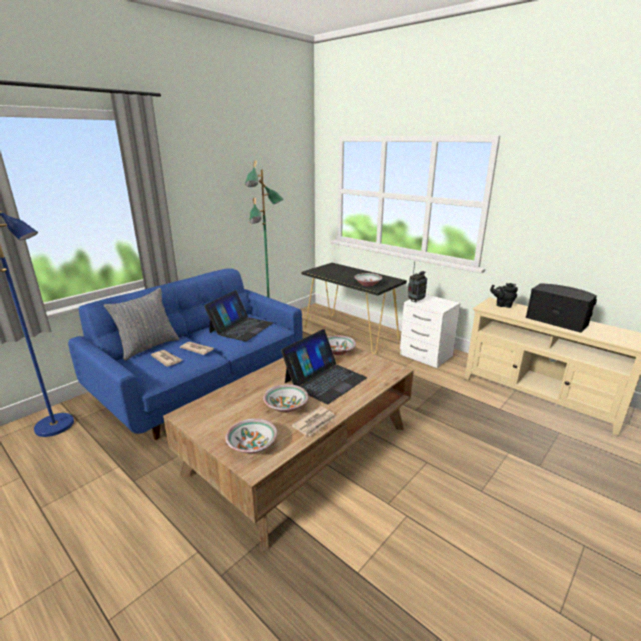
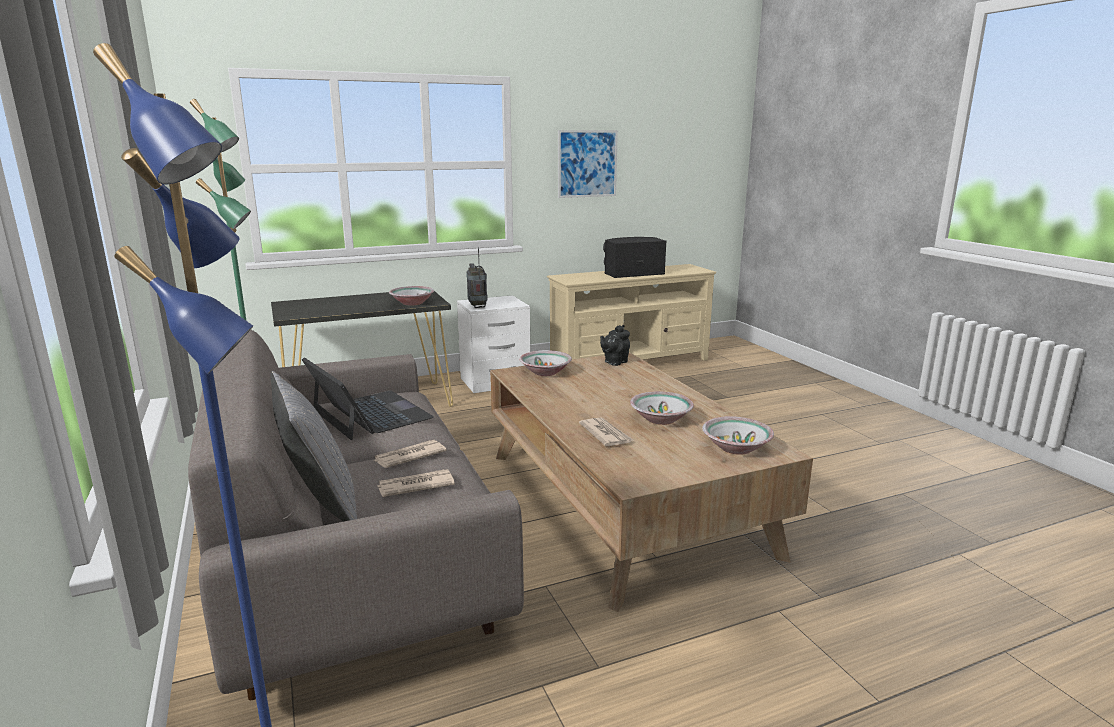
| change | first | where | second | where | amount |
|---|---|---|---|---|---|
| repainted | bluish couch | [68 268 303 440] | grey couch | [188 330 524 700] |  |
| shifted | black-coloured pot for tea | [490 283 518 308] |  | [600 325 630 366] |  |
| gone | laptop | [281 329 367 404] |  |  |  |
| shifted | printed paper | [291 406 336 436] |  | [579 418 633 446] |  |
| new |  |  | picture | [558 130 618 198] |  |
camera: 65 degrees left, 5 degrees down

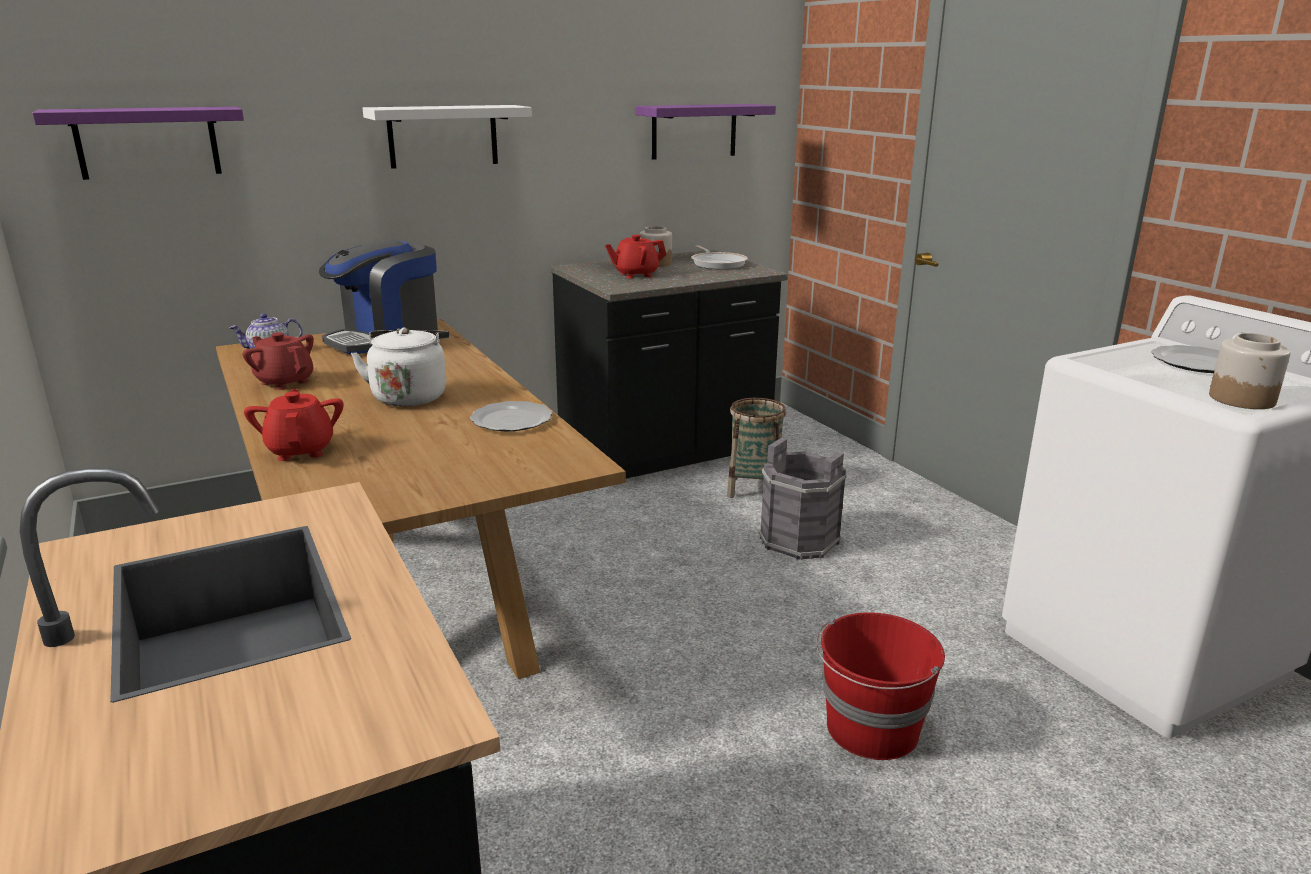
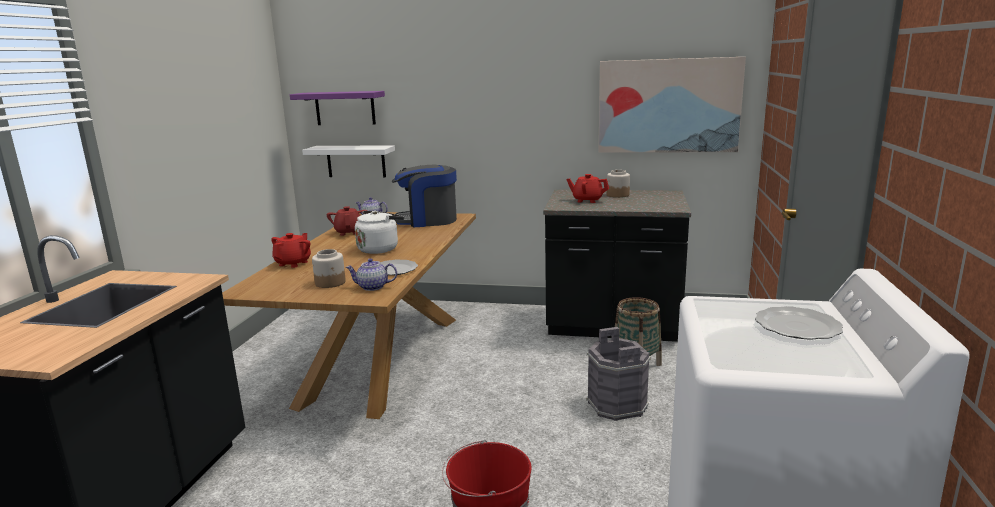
| change | first | where | second | where | amount |
|---|---|---|---|---|---|
| swapped | purple shelf | [635 104 776 160] | picture | [598 57 746 153] |  |
| shifted | white-coloured shelf | [362 105 532 169] |  | [302 145 395 177] |  |
| gone | pan | [691 245 748 270] |  |  |  |
| shifted | storage jar | [1209 333 1291 409] |  | [312 249 346 288] |  |
| new |  |  | pot for tea | [346 258 397 291] |  |
camera: 40 degrees right, 5 degrees down

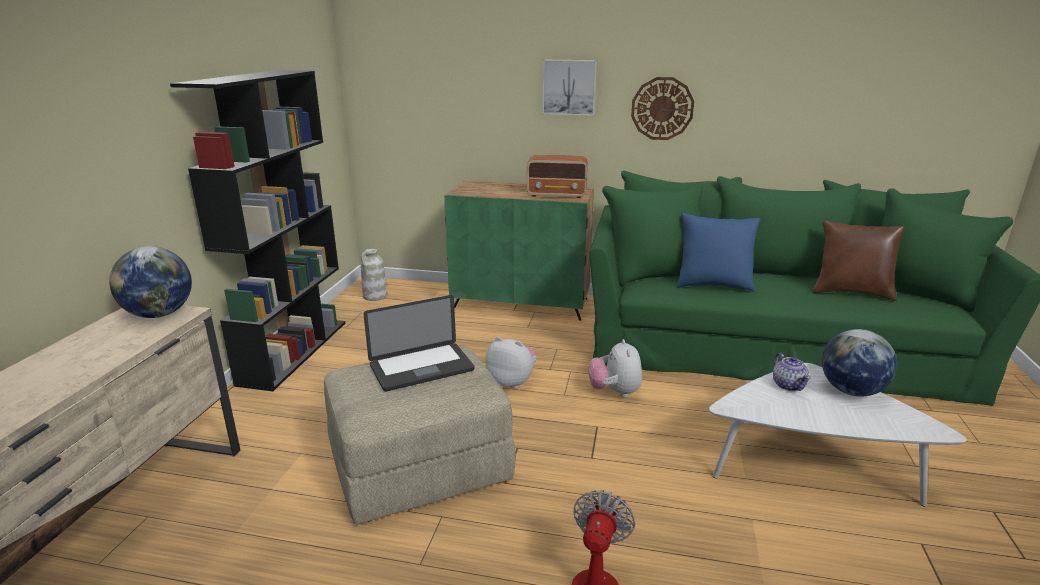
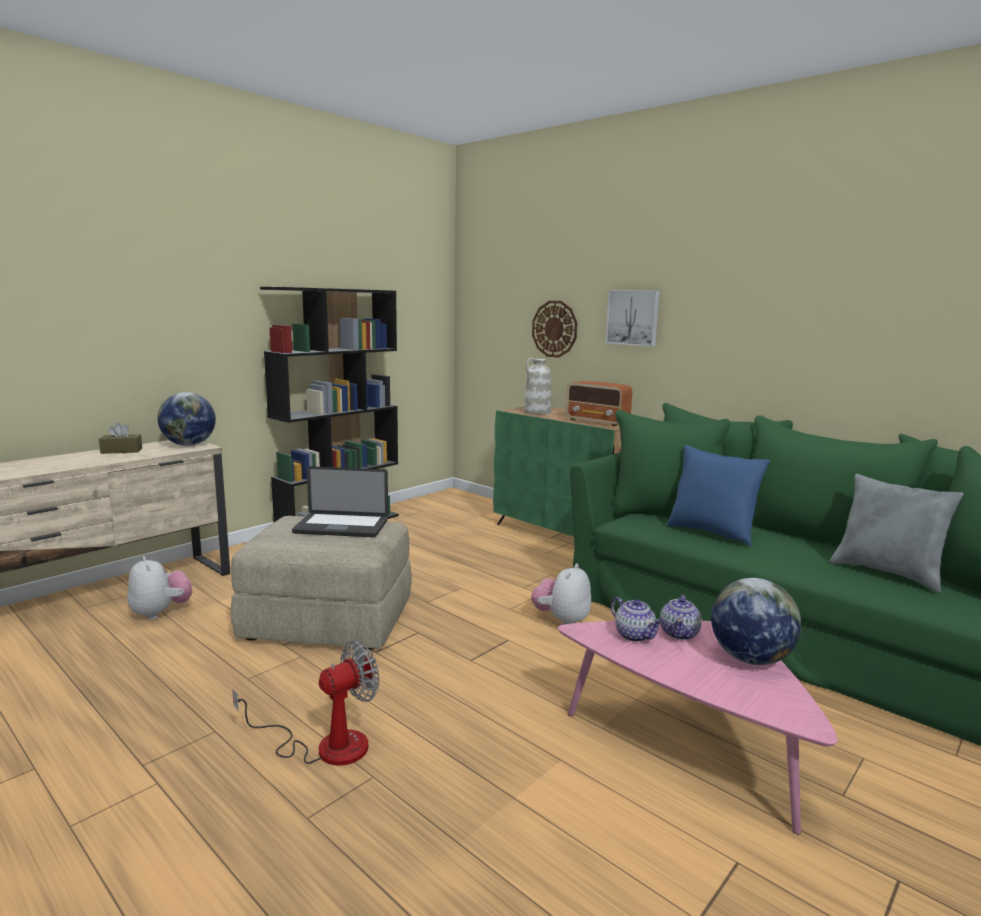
| change | first | where | second | where | amount |
|---|---|---|---|---|---|
| shifted | hanging clock | [631 77 694 140] |  | [532 301 577 358] |  |
| repainted | brownish cushion | [812 220 905 301] | grey cushion | [829 474 964 593] |  |
| shifted | white-coloured flower vase | [361 249 388 301] |  | [524 357 551 415] |  |
| shifted | plush toy | [485 337 537 389] |  | [127 556 192 620] |  |
| repainted | white-coloured low table | [709 363 967 506] | pink-coloured low table | [558 621 838 834] |  |
| new |  |  | brownish tissue box | [99 423 142 454] |  |
| new |  |  | pot for tea | [611 597 663 642] |  |
camera: 30 degrees right, 10 degrees down

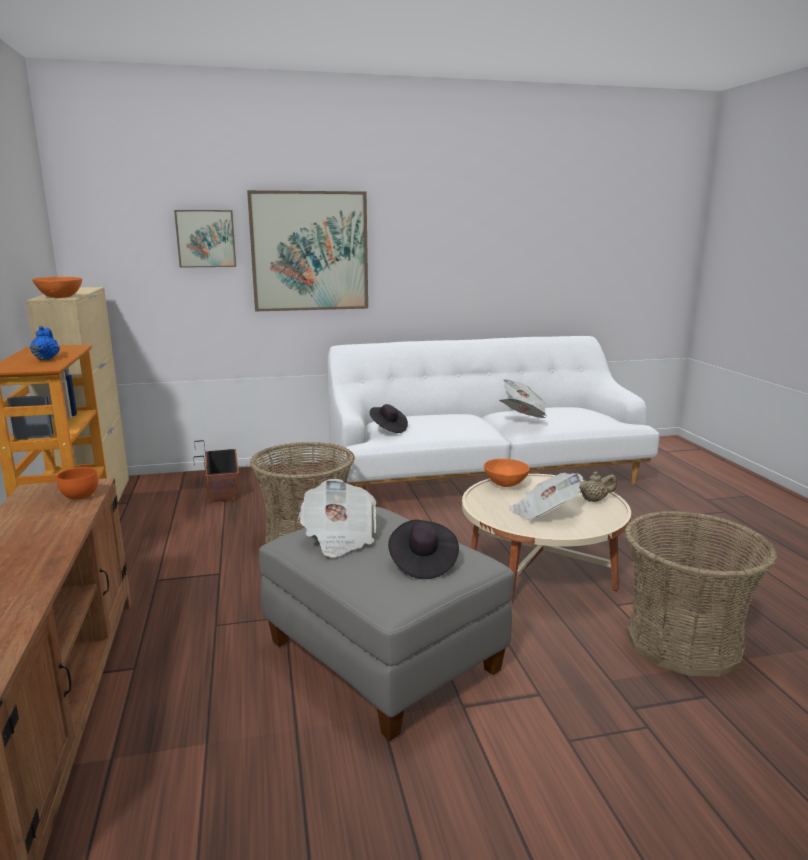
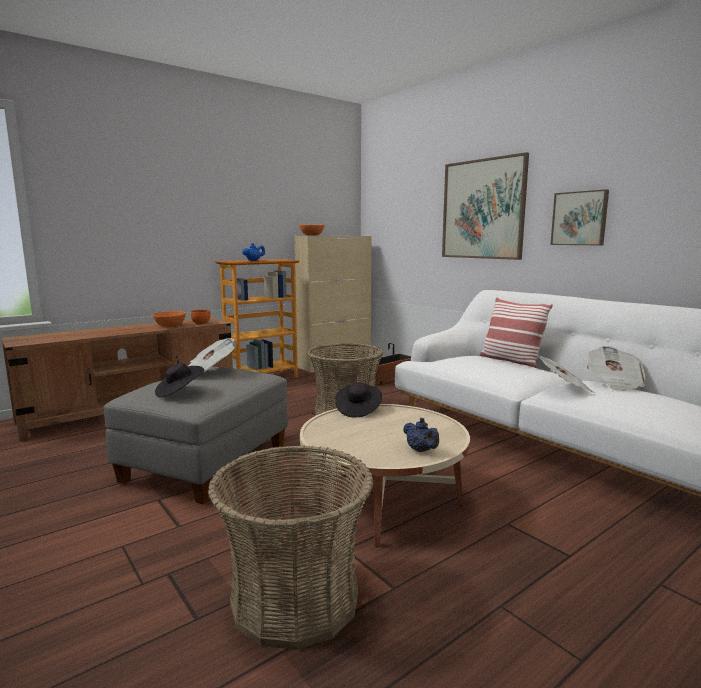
| change | first | where | second | where | amount |
|---|---|---|---|---|---|
| shifted | picture | [174 210 236 268] |  | [550 189 609 245] |  |
| shifted | black-coloured wearable hat | [370 404 408 433] |  | [335 382 382 418] |  |
| shifted | orangey bowl | [484 459 530 487] |  | [153 311 186 327] |  |
| repainted | sand-coloured pot for tea | [579 471 617 502] | bluish pot for tea | [403 418 439 452] |  |
| gone | printed paper | [509 473 584 520] |  |  |  |
| new |  |  | cushion | [480 297 553 368] |  |
camera: 65 degrees right, 5 degrees down

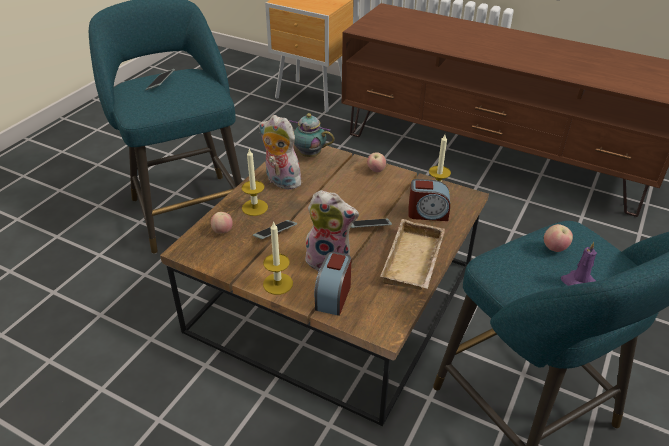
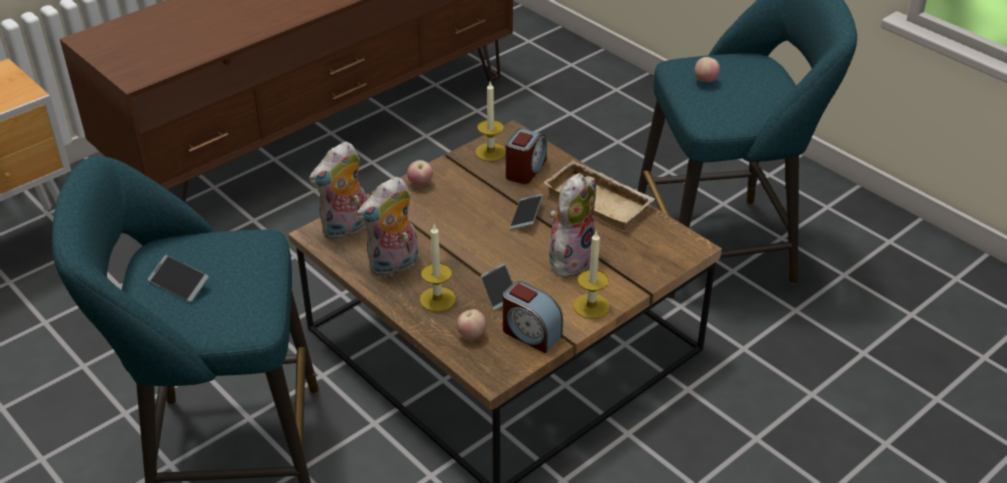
| change | first | where | second | where | amount |
|---|---|---|---|---|---|
| swapped | pot for tea | [288 113 335 157] | plush toy | [309 141 367 240] |  |
| gone | purple wax candle | [561 242 597 286] |  |  |  |
| shifted | bedside clock | [314 252 351 316] |  | [503 281 563 353] |  |
camera: 70 degrees left, 0 degrees up

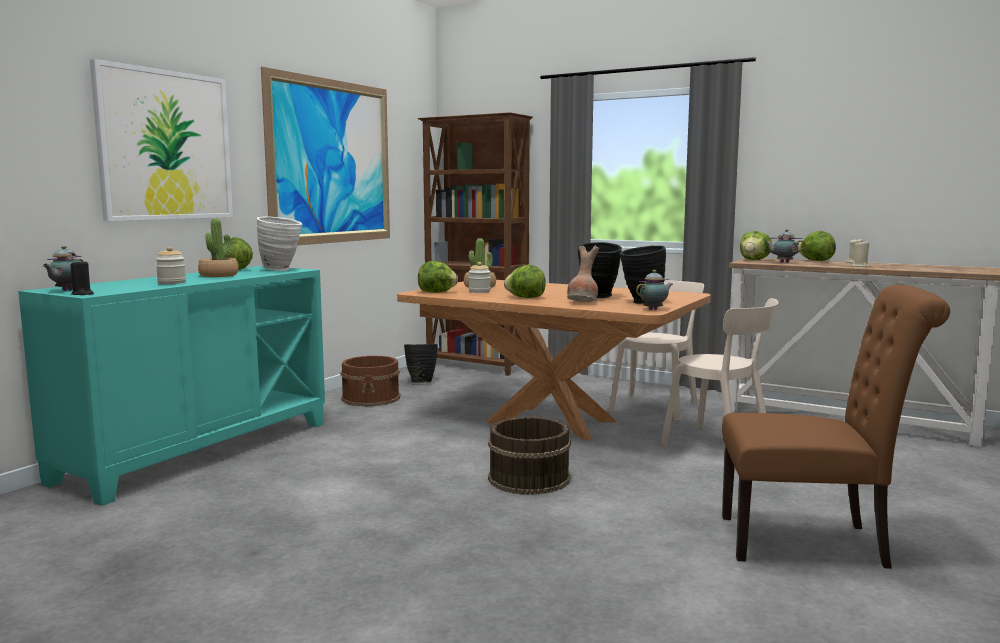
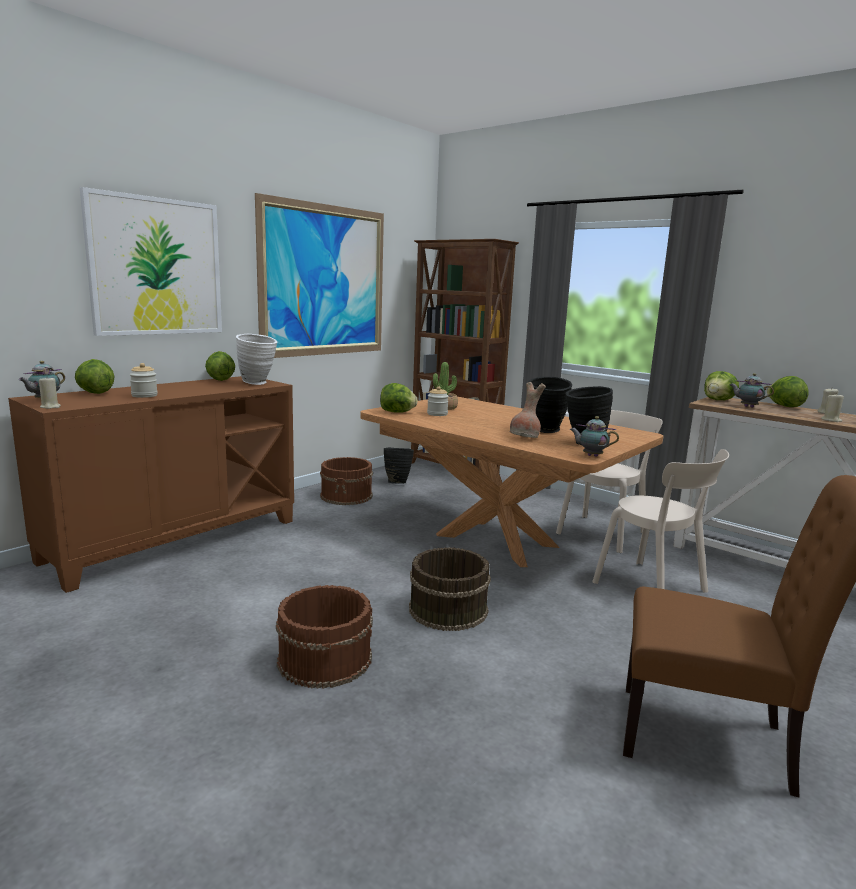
| change | first | where | second | where | amount |
|---|---|---|---|---|---|
| gone | plant in a pot | [198 218 239 277] |  |  |  |
| repainted | black-coloured wax candle | [71 259 94 295] | sand-coloured wax candle | [39 378 61 409] |  |
| shifted | lettuce head | [504 265 546 298] |  | [75 359 114 394] |  |
| repainted | turquoise-coloured storage cabinet | [18 266 325 506] | brownish storage cabinet | [8 376 294 593] |  |
| rotated | pot for tea | [636 270 673 310] |  | [570 416 619 457] | 135 degrees counterclockwise |
| new |  |  | brownish water bucket | [276 585 373 689] |  |
camera: 10 degrees right, 5 degrees up

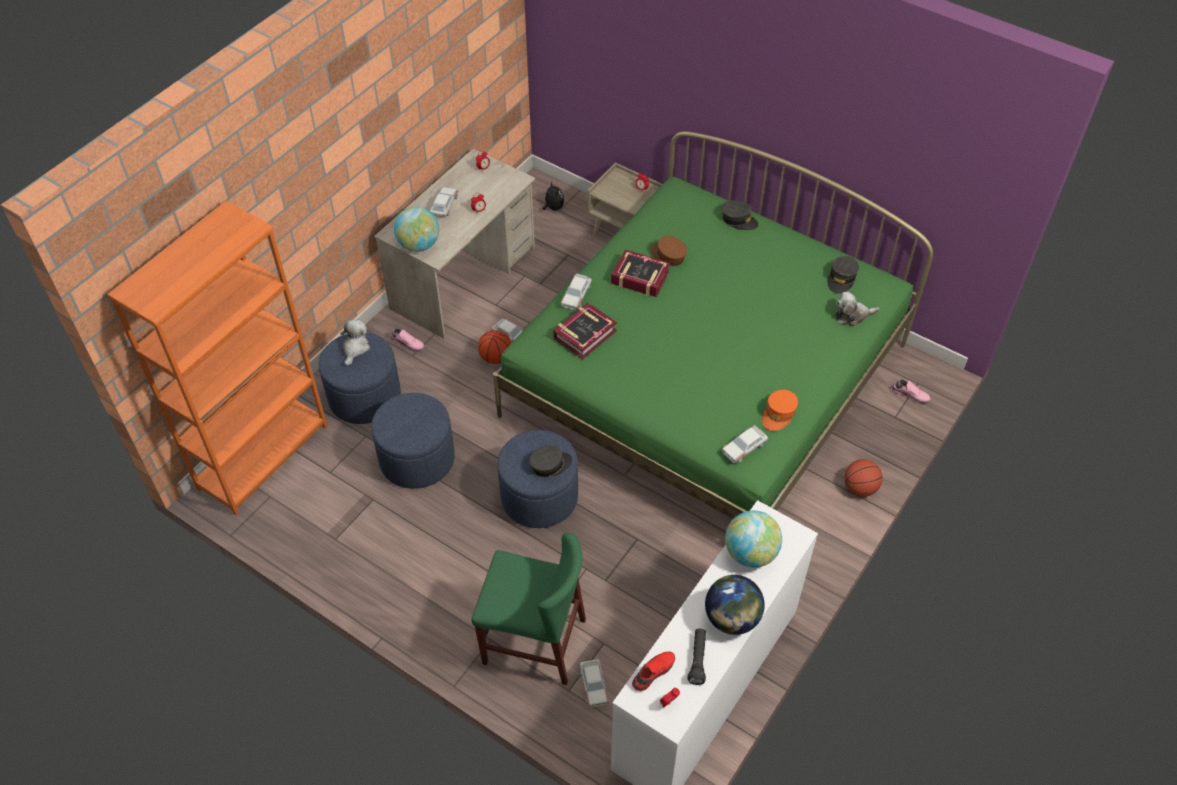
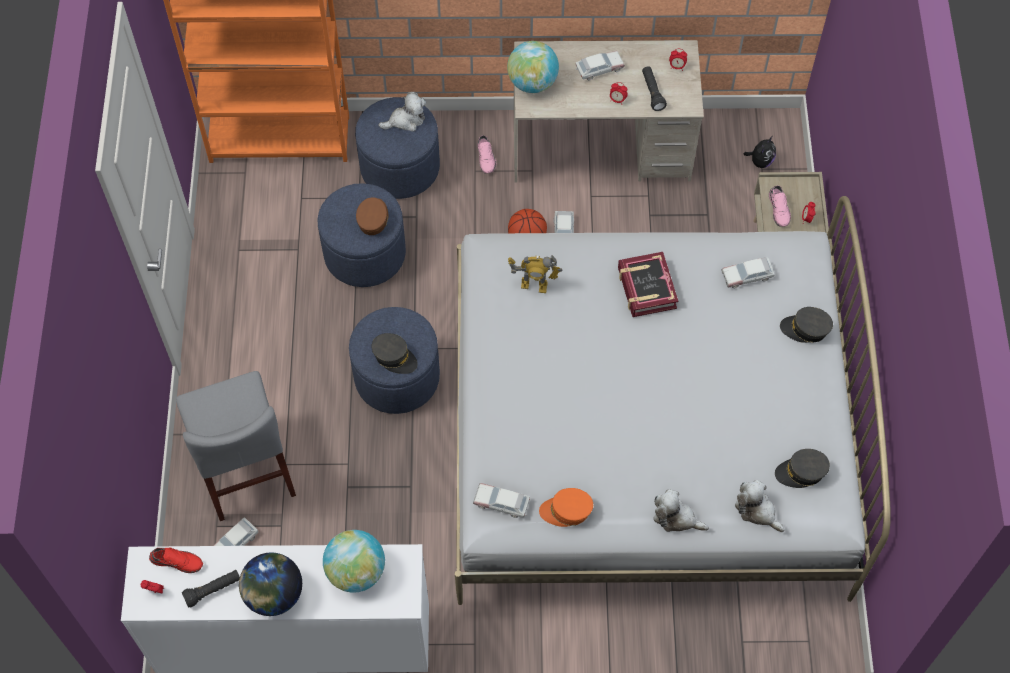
| change | first | where | second | where | amount |
|---|---|---|---|---|---|
| repainted | greenish bed | [493 131 933 519] | white-coloured bed | [455 196 891 605] |  |
| rotated | grey baseball cap | [722 200 758 230] |  | [780 307 833 343] | 105 degrees clockwise |
| shifted | brownish baseball cap | [651 236 687 266] |  | [356 197 388 235] |  |
| shifted | miniature car | [561 273 592 311] |  | [721 257 775 289] |  |
| swapped | volume | [553 303 617 359] | toy robot | [508 255 562 293] |  |
| shifted | pink-coloured shoe | [891 379 931 403] |  | [769 186 791 227] |  |
| gone | ball for basketball | [844 459 883 497] |  |  |  |
| repainted | greenish upright chair | [472 533 586 685] | grey upright chair | [176 371 296 521] |  |
| new |  |  | black-coloured hand torch | [642 66 667 111] |  |
| new |  |  | plush toy | [653 489 709 532] |  |
camera: 55 degrees right, 10 degrees up

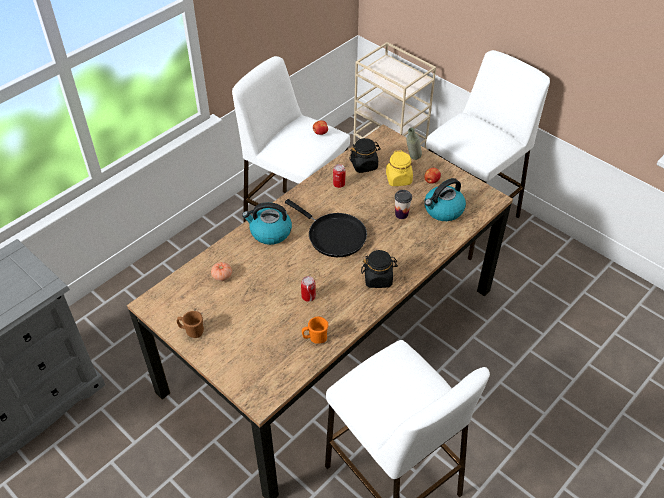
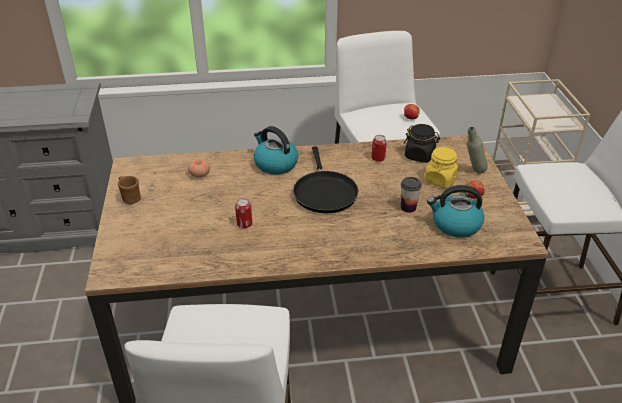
| change | first | where | second | where | amount |
|---|---|---|---|---|---|
| gone | black-coloured storage jar | [361 250 398 288] |  |  |  |
| gone | orangey mug | [302 317 328 344] |  |  |  |
camera: 40 degrees right, 10 degrees down

